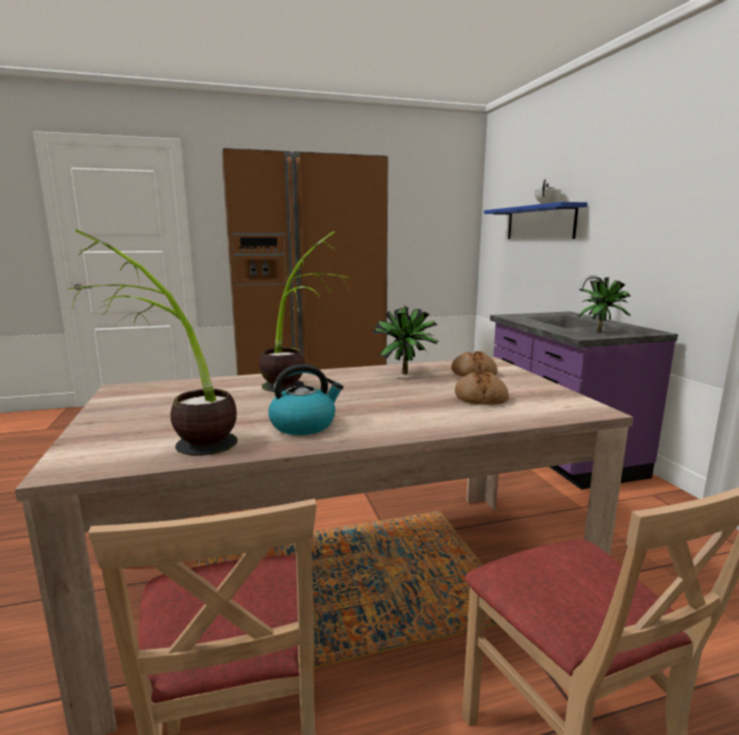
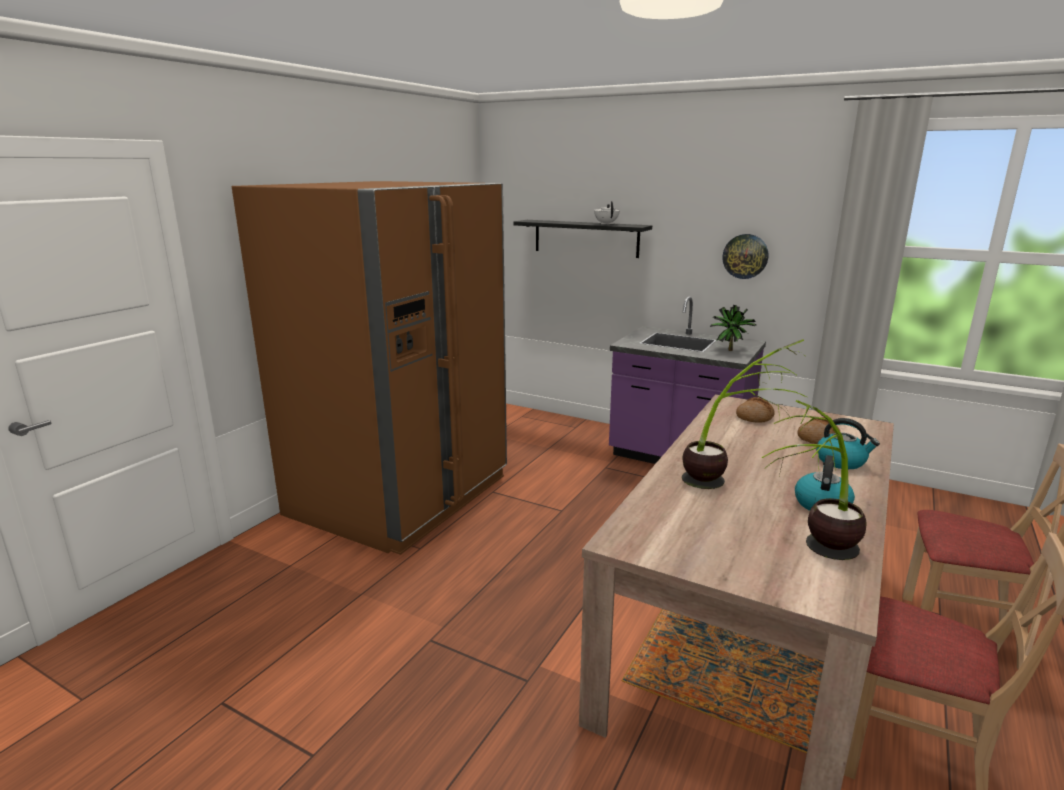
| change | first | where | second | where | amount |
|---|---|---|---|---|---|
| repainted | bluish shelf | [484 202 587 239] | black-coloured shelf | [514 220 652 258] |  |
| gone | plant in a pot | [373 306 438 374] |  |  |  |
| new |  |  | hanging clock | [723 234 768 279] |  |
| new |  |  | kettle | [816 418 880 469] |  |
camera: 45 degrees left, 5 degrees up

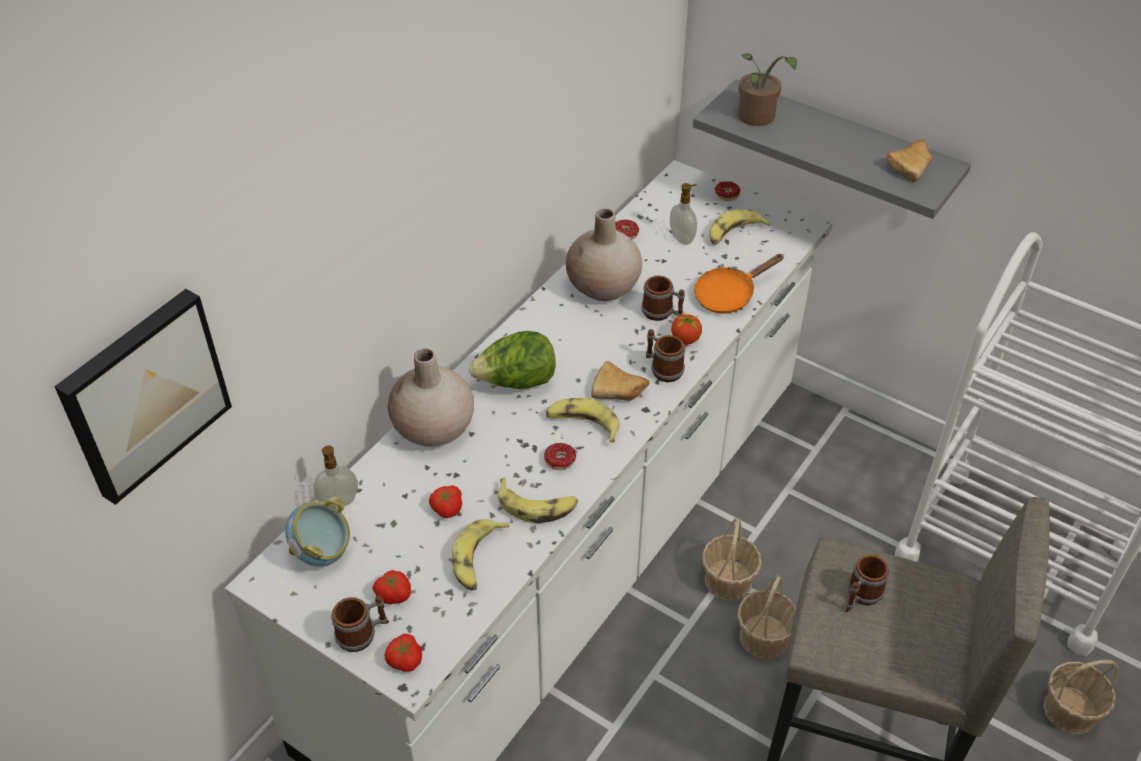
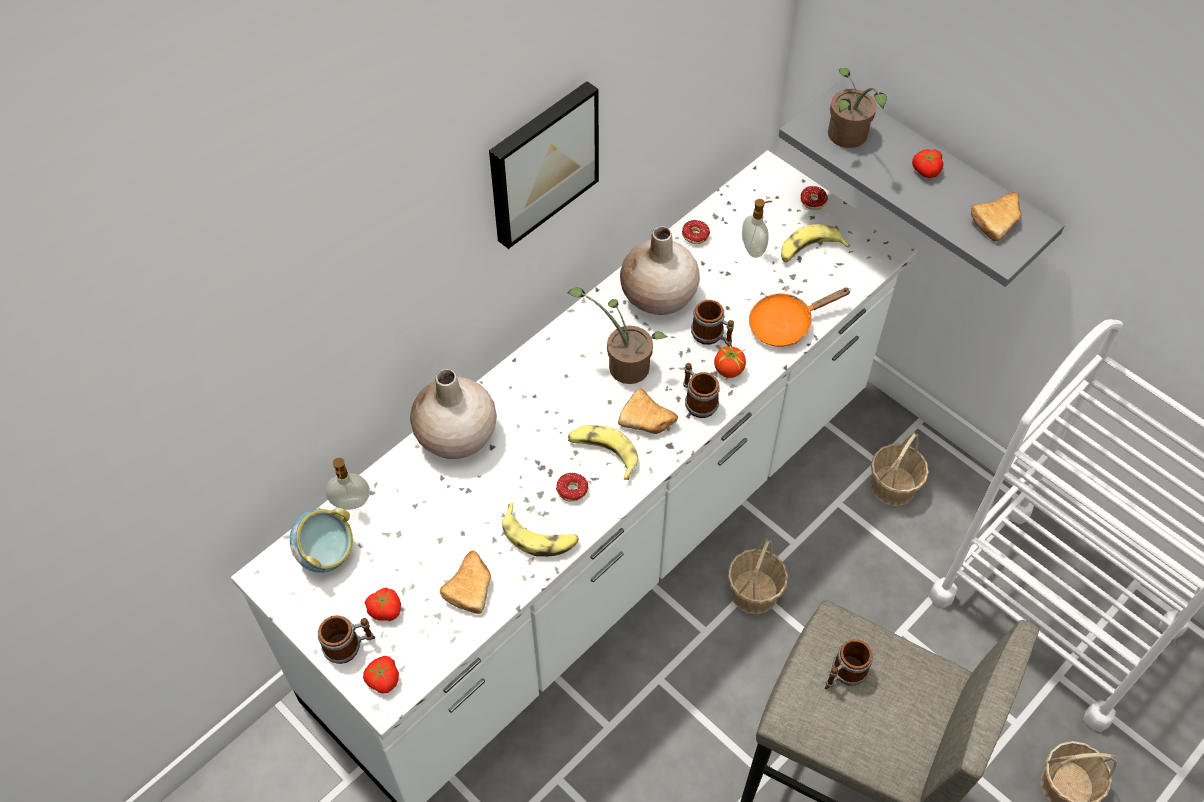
| change | first | where | second | where | amount |
|---|---|---|---|---|---|
| shifted | picture | [54 289 232 505] |  | [489 81 599 249] |  |
| gone | lettuce head | [469 331 556 389] |  |  |  |
| shifted | tomato | [429 485 462 518] |  | [912 149 943 178] |  |
| swapped | whole banana | [452 519 509 590] | bakery bread | [440 550 491 614] |  |
| shifted | basket | [737 575 796 659] |  | [870 432 929 506] |  |
| new |  |  | plant in a pot | [567 287 667 384] |  |
camera: 10 degrees right, 10 degrees up

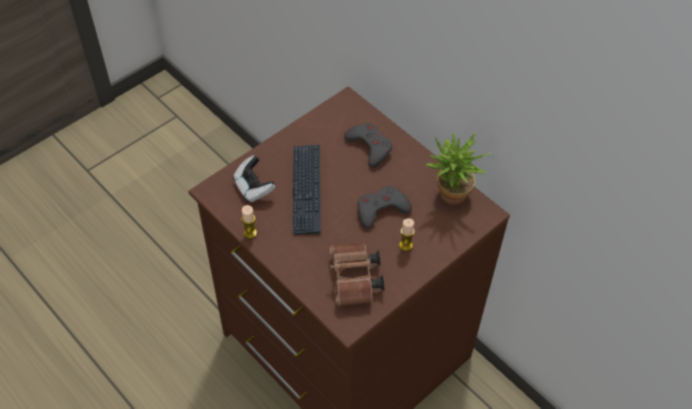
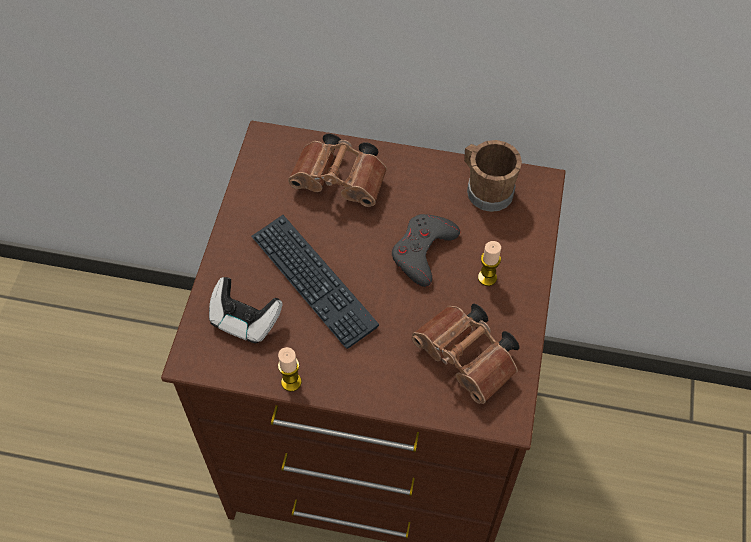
| change | first | where | second | where | amount |
|---|---|---|---|---|---|
| swapped | grey joypad | [344 123 392 168] | brownish pair of binoculars | [288 133 387 207] |  |
| swapped | plant in a pot | [426 132 491 205] | brownish mug | [464 140 522 212] |  |
camera: 35 degrees left, 5 degrees up

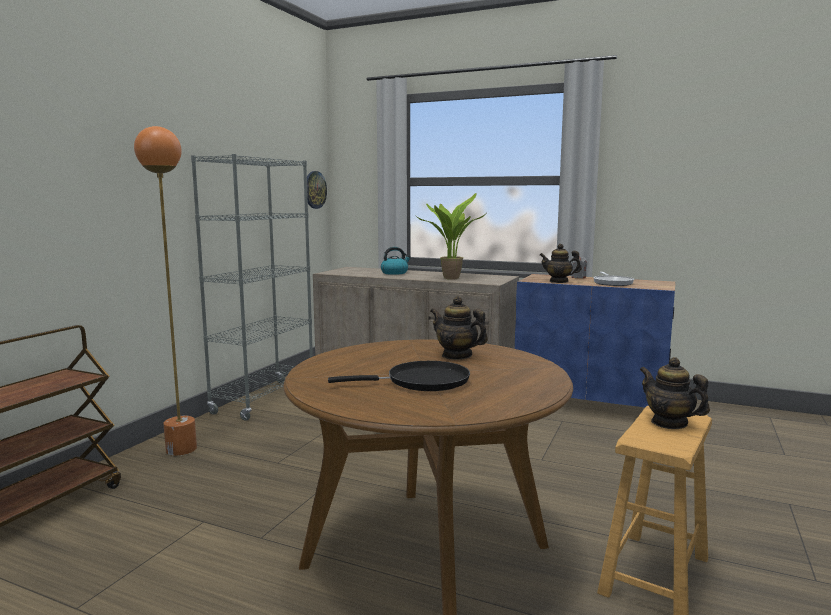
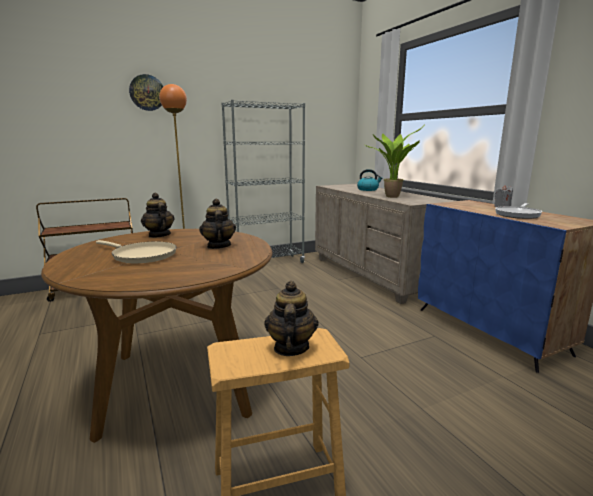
| change | first | where | second | where | amount |
|---|---|---|---|---|---|
| shifted | hanging clock | [307 171 327 209] |  | [129 74 163 111] |  |
| shifted | pot for tea | [540 244 582 283] |  | [141 193 174 238] |  |
| repainted | black-coloured pan | [328 361 470 391] | sand-coloured pan | [96 240 177 263] |  |
camera: 40 degrees right, 5 degrees up

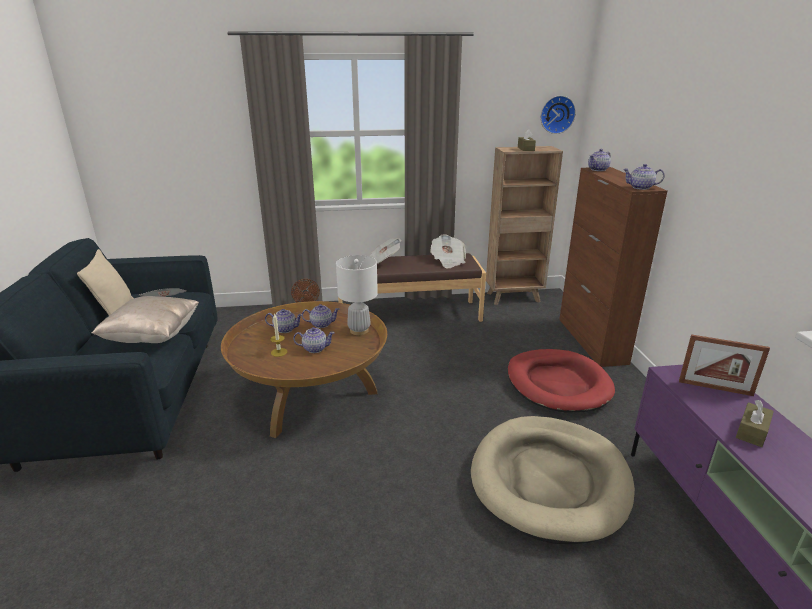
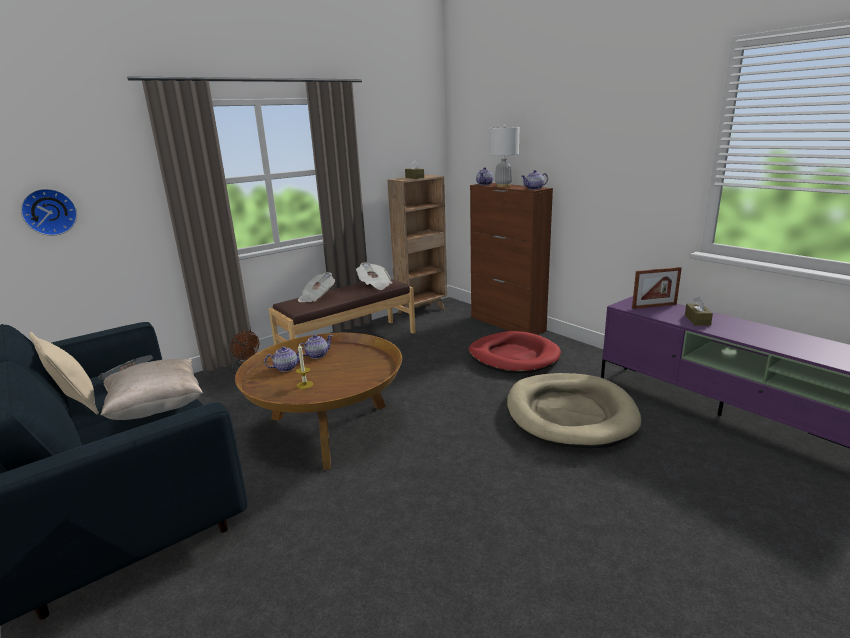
| change | first | where | second | where | amount |
|---|---|---|---|---|---|
| shifted | hanging clock | [541 96 576 134] |  | [21 189 77 236] |  |
| shifted | white-coloured table lamp | [336 255 378 335] |  | [489 125 519 187] |  |
| gone | pot for tea | [293 327 335 353] |  |  |  |
camera: 30 degrees left, 5 degrees down

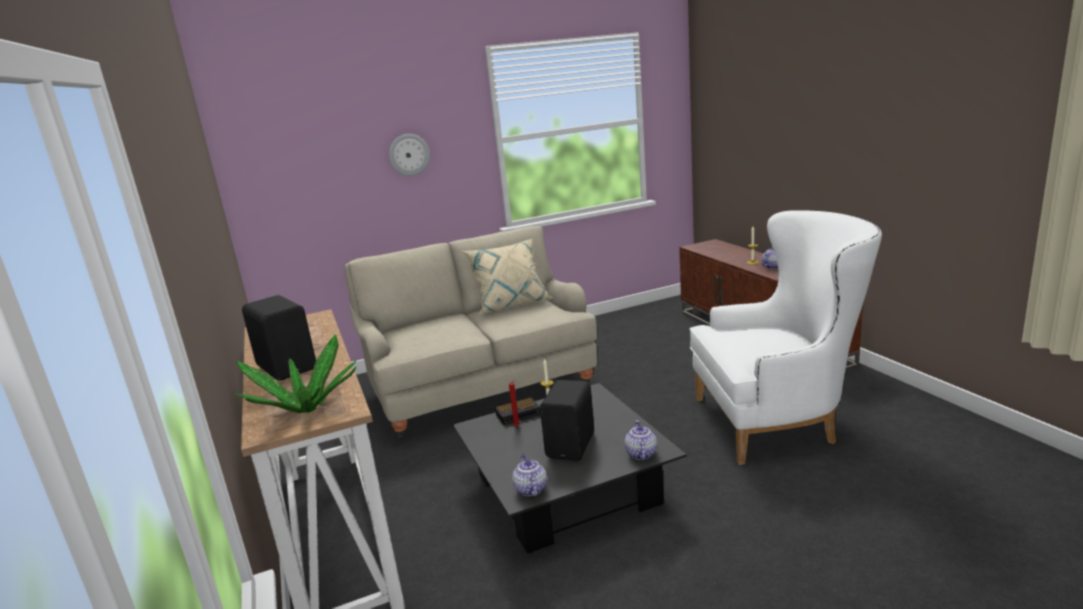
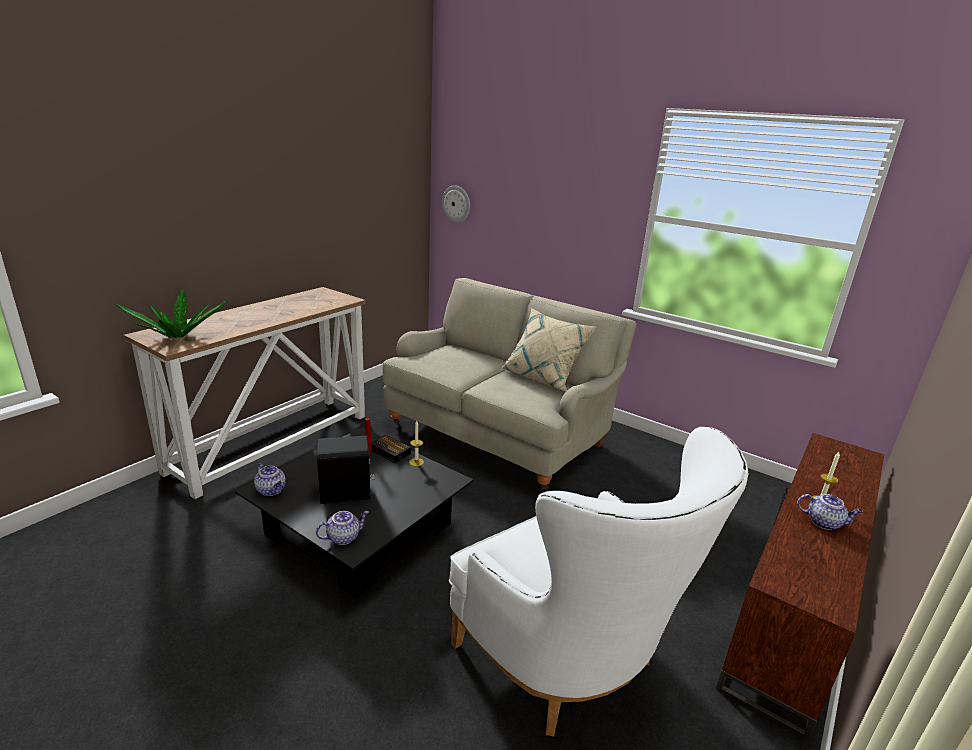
| change | first | where | second | where | amount |
|---|---|---|---|---|---|
| shifted | hanging clock | [389 134 430 176] |  | [442 185 470 223] |  |
| gone | black-coloured speaker | [242 295 316 381] |  |  |  |
| rotated | pot for tea | [512 454 547 496] |  | [254 463 286 496] | 90 degrees clockwise |
camera: 55 degrees right, 5 degrees up

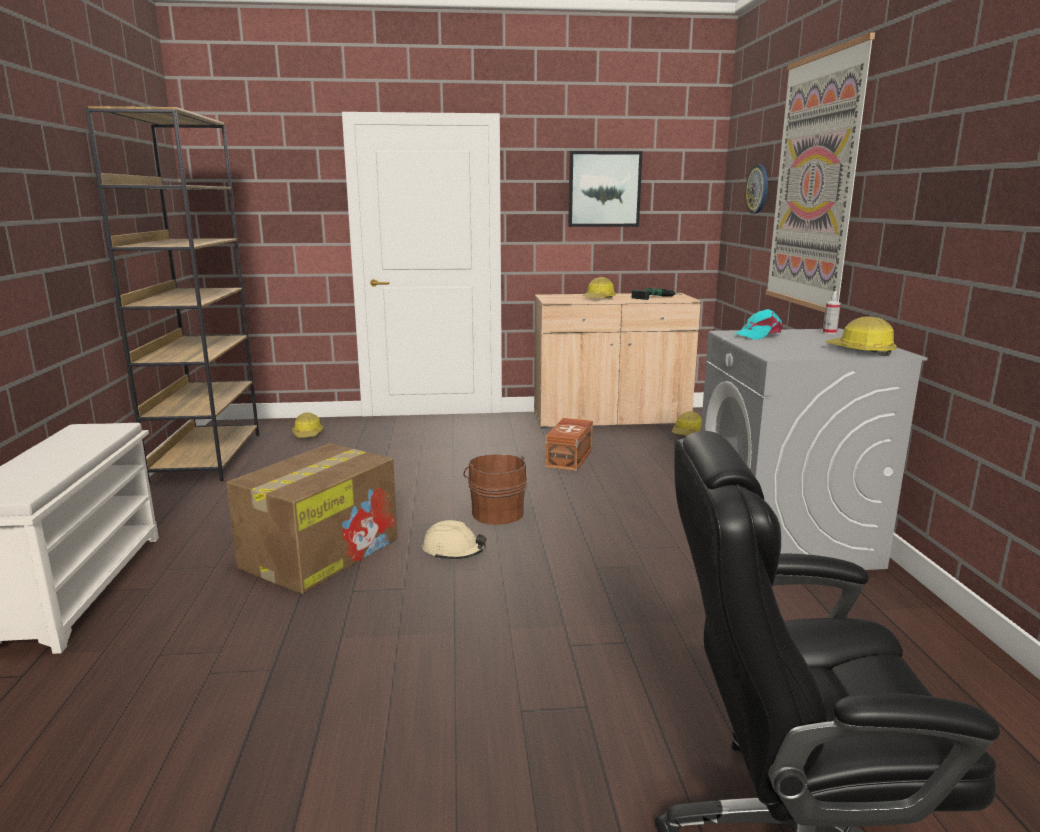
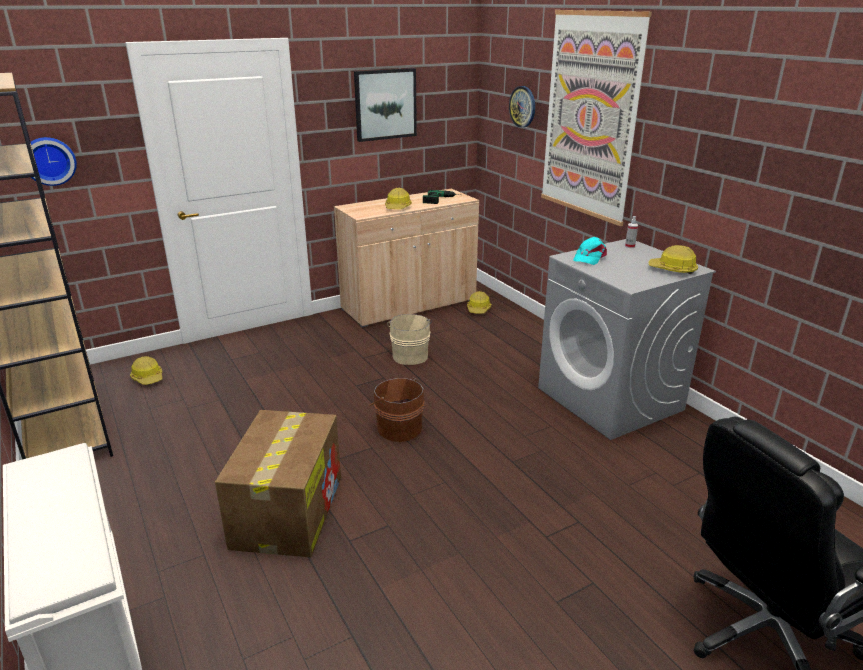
| change | first | where | second | where | amount |
|---|---|---|---|---|---|
| swapped | brownish storage bin | [545 418 593 471] | sand-coloured water bucket | [387 314 432 365] |  |
| gone | sand-coloured work helmet | [423 520 486 560] |  |  |  |
| new |  |  | hanging clock | [31 137 77 186] |  |
camera: 25 degrees left, 10 degrees up

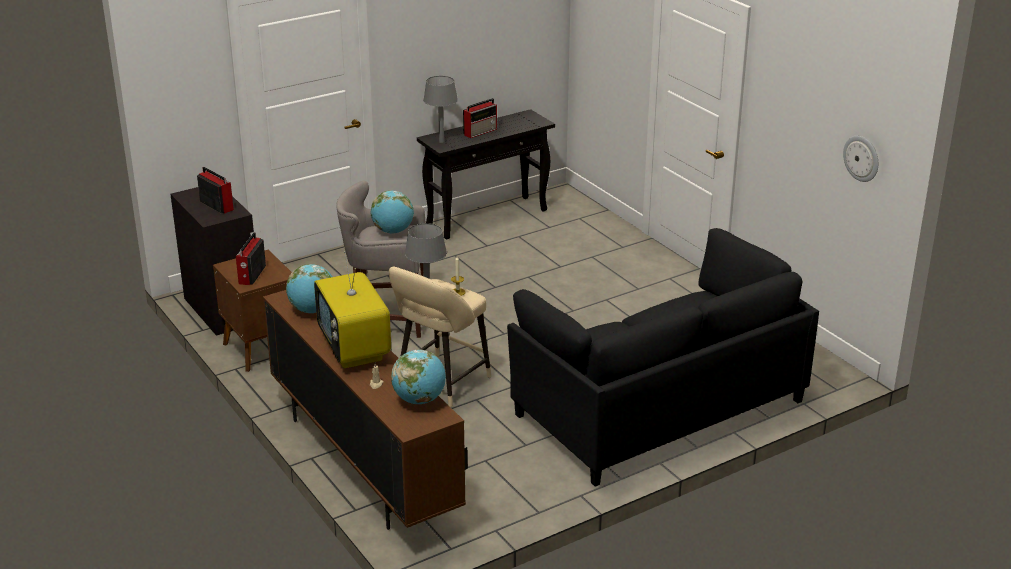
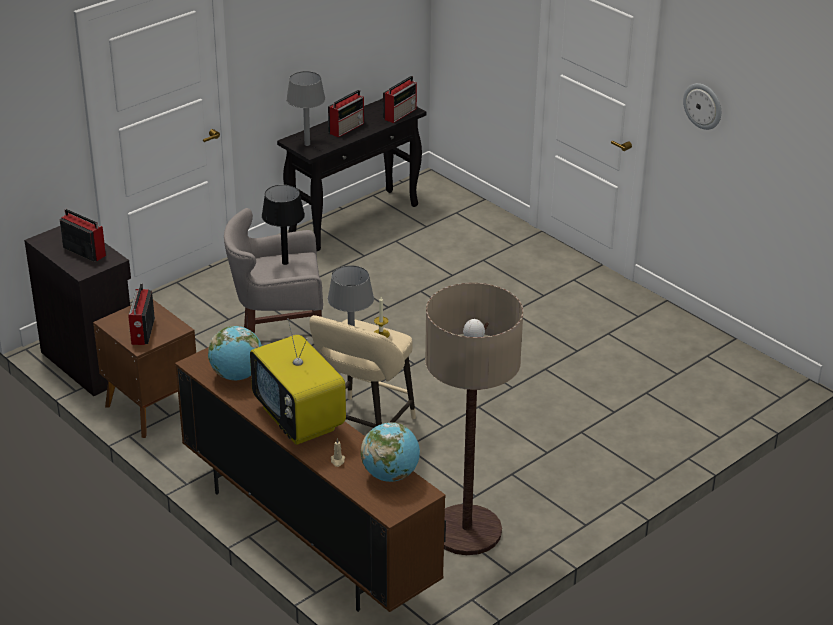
| change | first | where | second | where | amount |
|---|---|---|---|---|---|
| shifted | hanging clock | [843 136 878 182] |  | [683 83 721 130] |  |
| swapped | world globe | [370 190 414 234] | black-coloured table lamp | [262 185 305 265] |  |
| gone | black-coloured couch | [507 228 819 487] |  |  |  |
| new |  |  | radio set | [383 76 417 123] |  |
| new |  |  | standing lamp | [425 283 523 555] |  |
camera: 10 degrees left, 5 degrees up

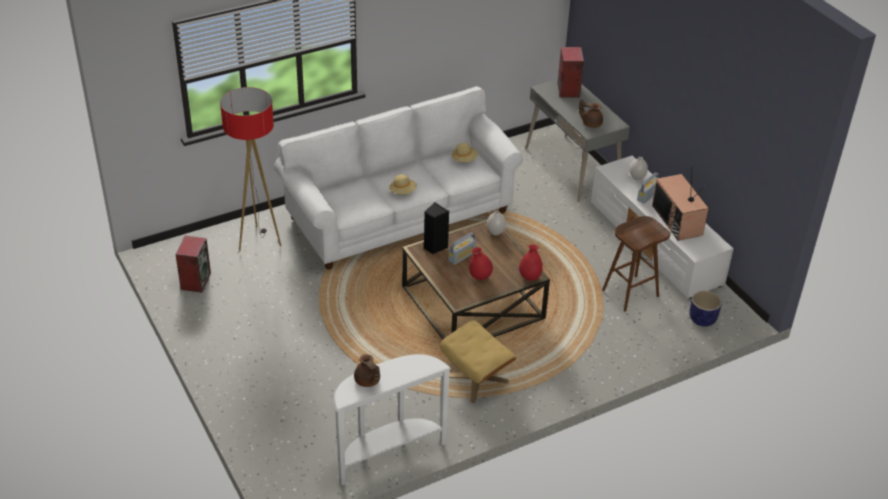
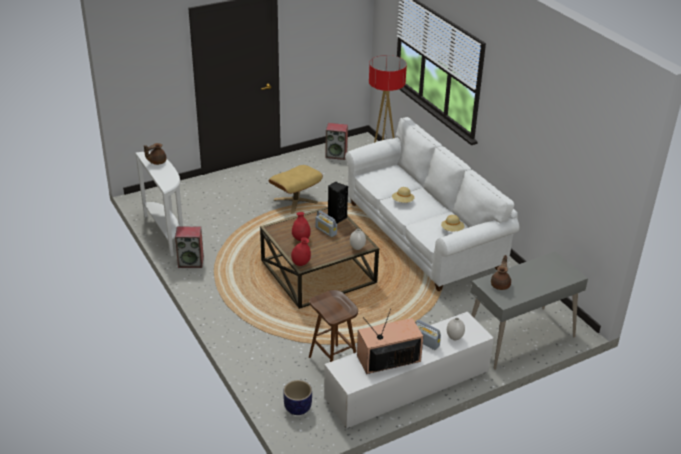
| change | first | where | second | where | amount |
|---|---|---|---|---|---|
| shifted | speaker | [557 47 584 98] |  | [175 226 204 268] |  |
| shifted | sand-coloured pouffe | [440 320 516 403] |  | [268 165 323 213] |  |
camera: 90 degrees right, 5 degrees down

